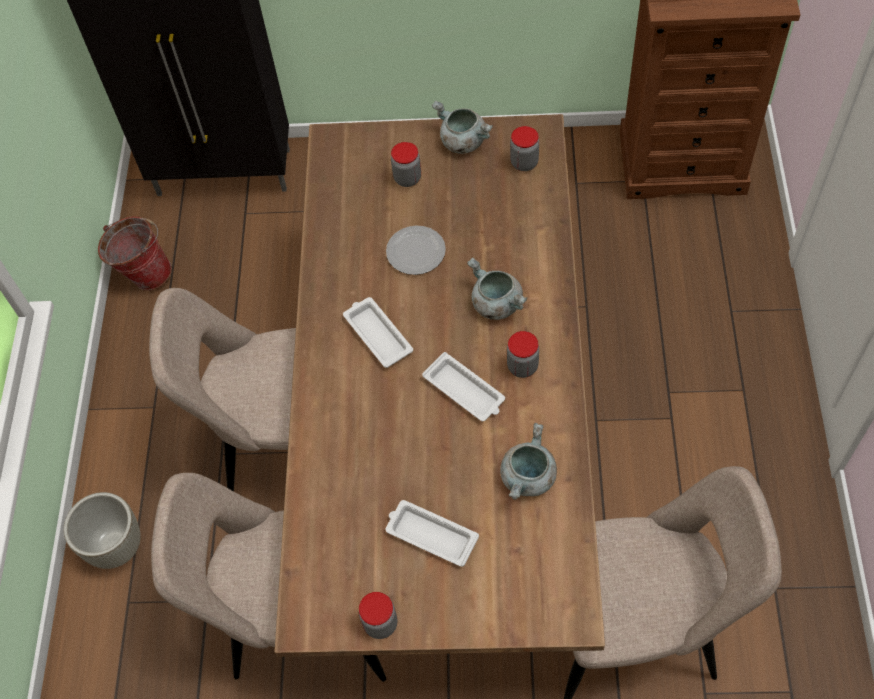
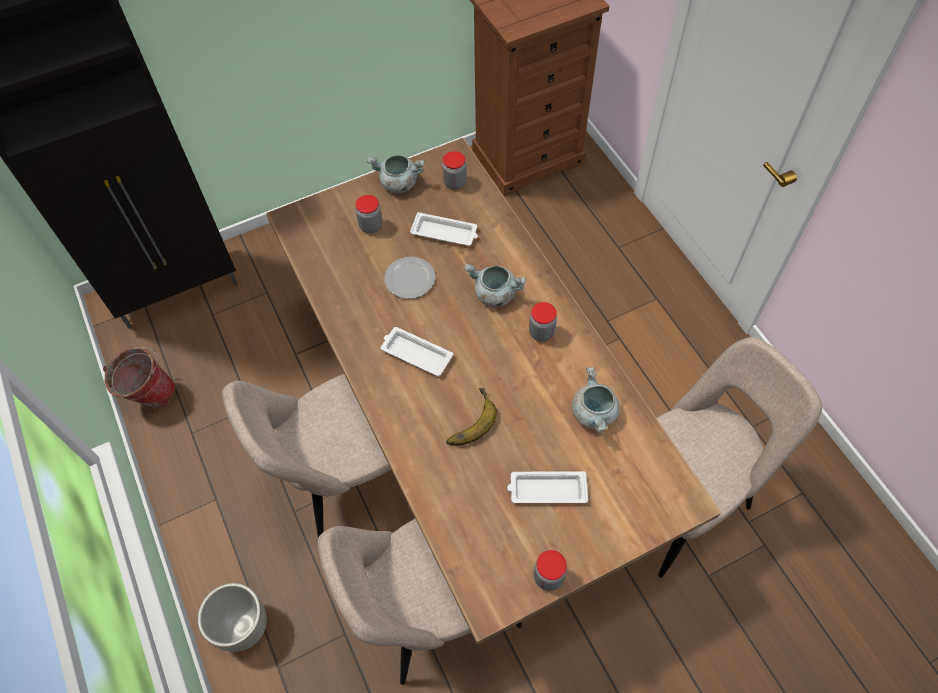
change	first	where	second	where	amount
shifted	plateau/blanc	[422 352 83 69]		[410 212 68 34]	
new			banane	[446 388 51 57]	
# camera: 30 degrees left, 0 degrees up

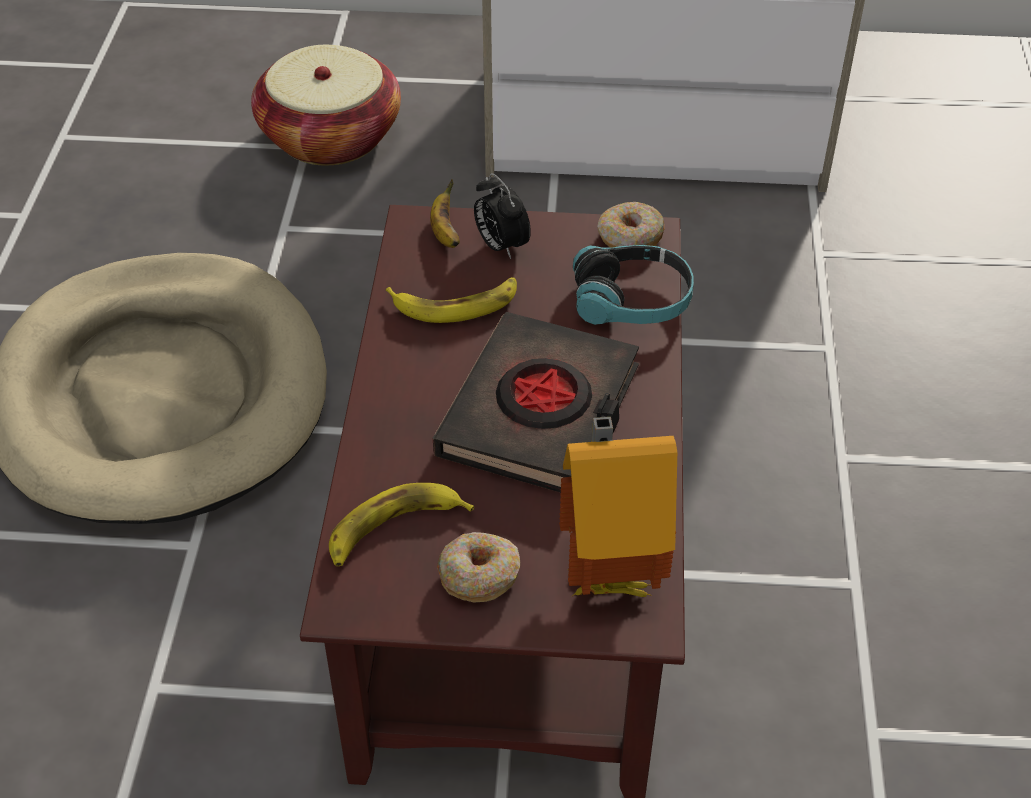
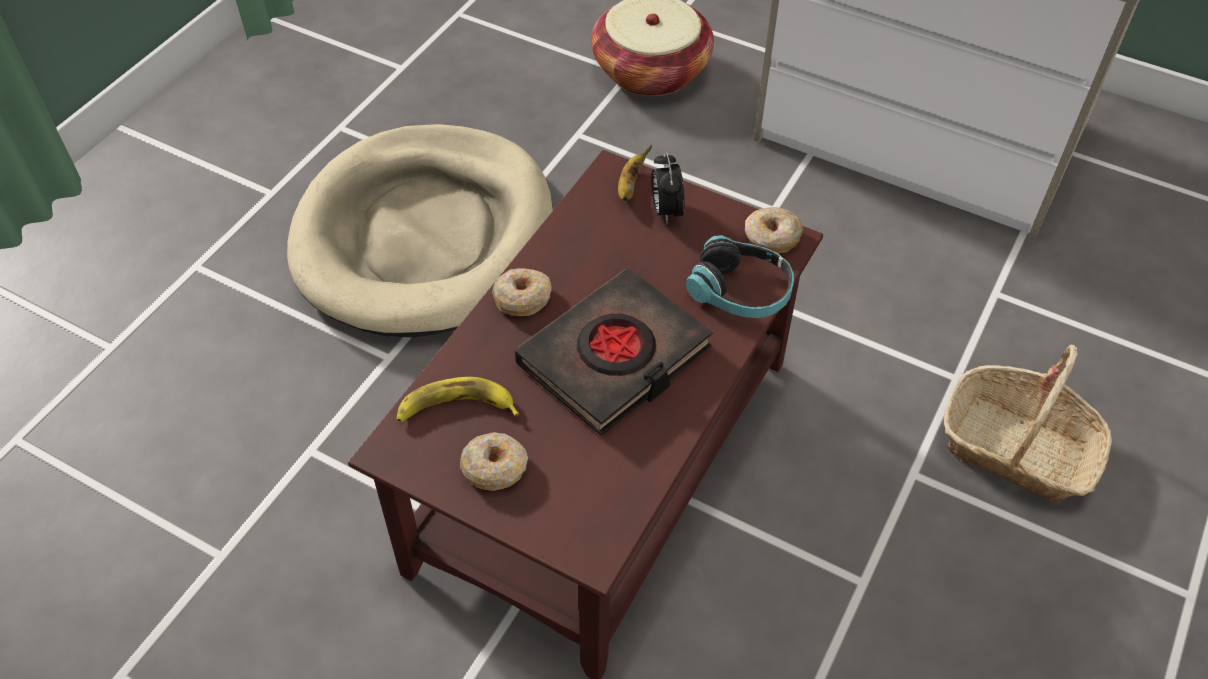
change	first	where	second	where	amount
gone	banane	[386 277 131 46]			
gone	maison miniature	[559 417 118 180]			
new			beignet	[492 268 60 48]	
new			panier	[944 345 168 157]	
# camera: 25 degrees right, 5 degrees up

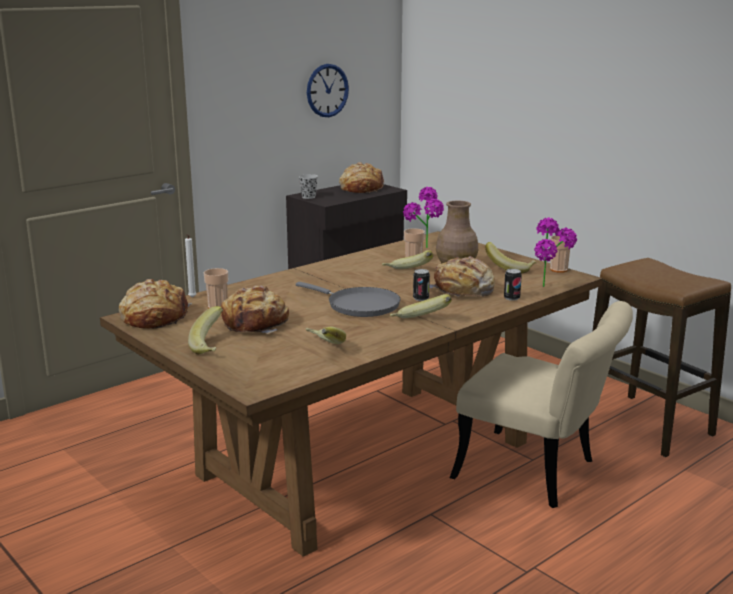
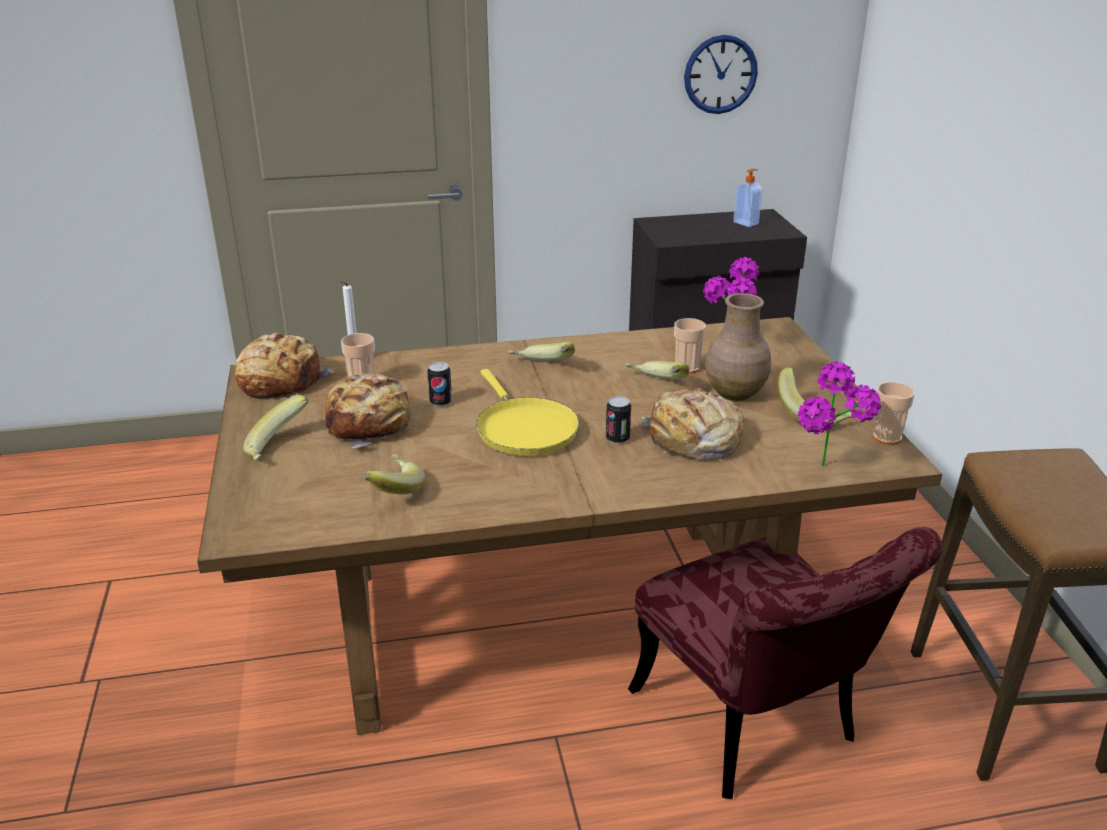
change	first	where	second	where	amount
repainted	poêle/gris	[296 282 104 35]	poêle/jaune	[476 369 103 86]	
gone	tasse/noir	[299 174 19 25]			
swapped	pain	[339 162 46 31]	distributeur de savon	[733 169 29 58]	
shifted	banane	[390 294 62 24]		[508 341 67 20]	
repainted	chaise/beige	[450 301 183 207]	chaise/rouge	[628 527 314 272]	
shifted	boîte métallique	[504 269 18 32]		[427 362 25 45]	
# camera: 30 degrees right, 10 degrees up

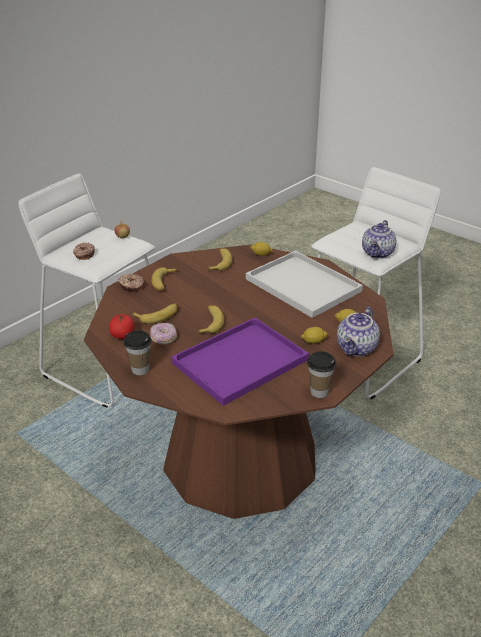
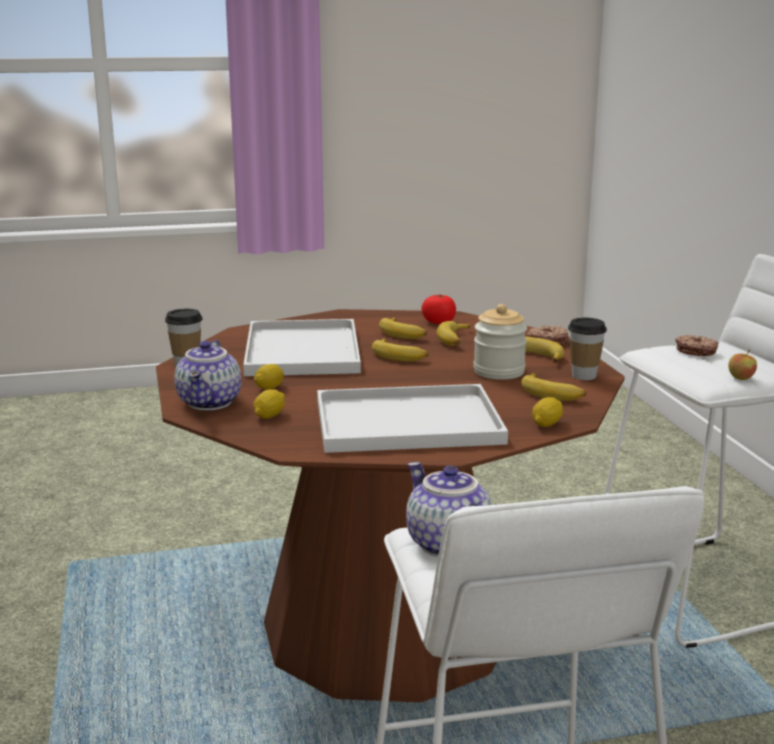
change	first	where	second	where	amount
shifted	tasse	[124 330 28 45]		[568 318 39 62]	
swapped	beignet	[150 323 27 21]	banane	[379 317 48 22]	
repainted	plateau/violet	[171 318 138 88]	plateau/blanc	[243 319 118 57]	
rotated	théière	[337 307 43 49]		[174 340 67 70]	150 degrees counterclockwise
new			bocal	[473 304 54 76]	
# camera: 125 degrees right, 15 degrees down

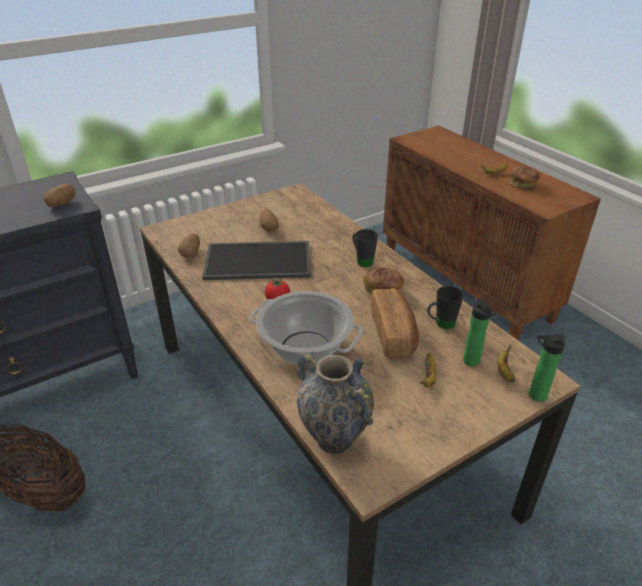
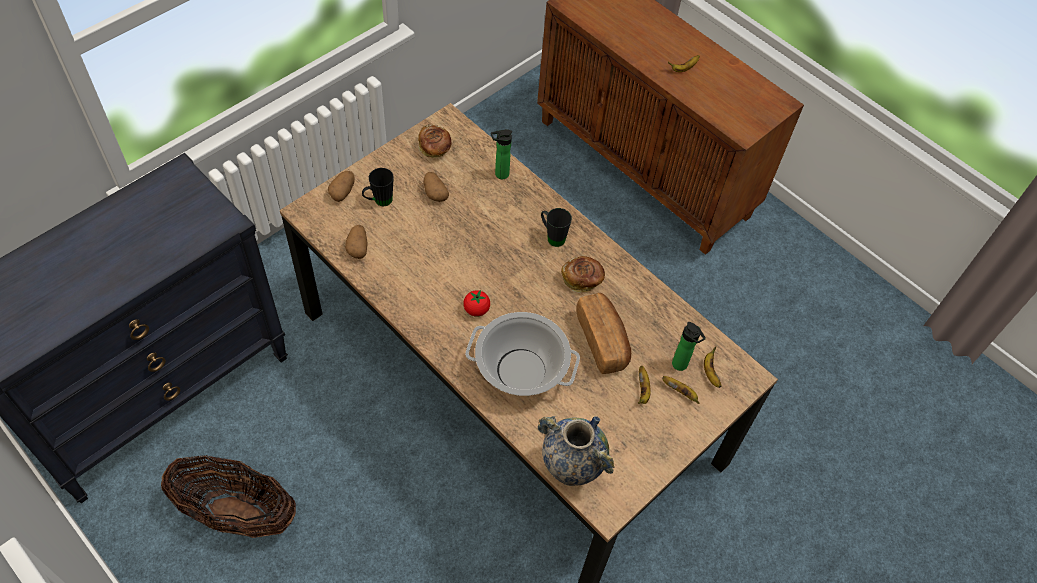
change	first	where	second	where	amount
shifted	pomme de terre	[44 184 32 23]		[328 171 27 31]	
gone	plateau	[202 241 109 39]			
shifted	mug/noir	[428 286 36 43]		[362 168 32 38]	
shifted	pain	[510 166 29 22]		[418 125 34 33]	
shifted	bouteille	[529 334 37 68]		[491 129 21 50]	
new			banane	[662 376 37 28]	
# camera: 15 degrees left, 20 degrees up

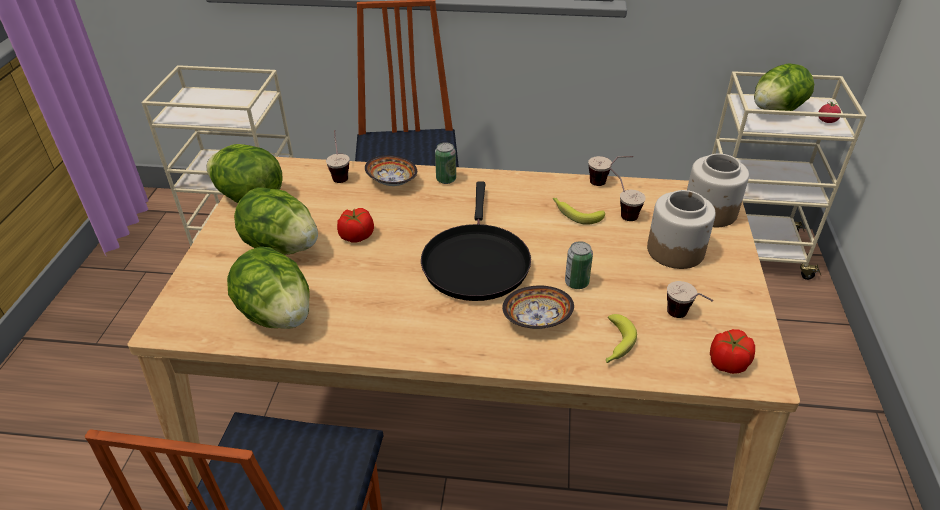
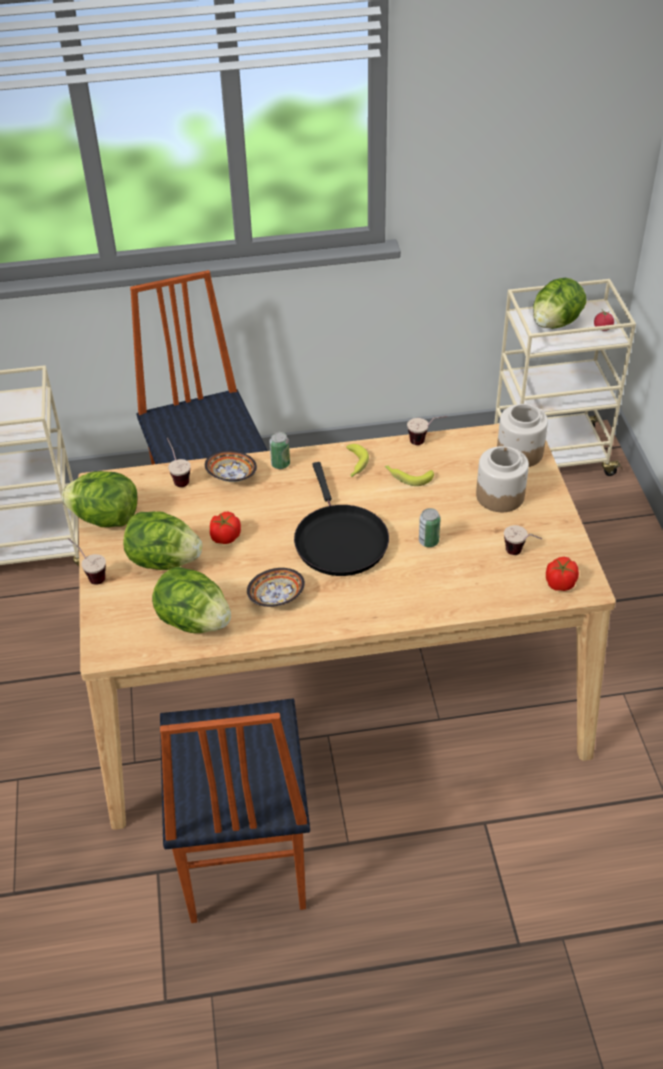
change	first	where	second	where	amount
shifted	bol	[502 286 72 43]		[247 568 58 39]	
shifted	banane	[606 314 31 49]		[346 444 23 33]	
shifted	tasse	[610 168 36 53]		[68 538 38 47]	
# camera: 15 degrees left, 5 degrees up

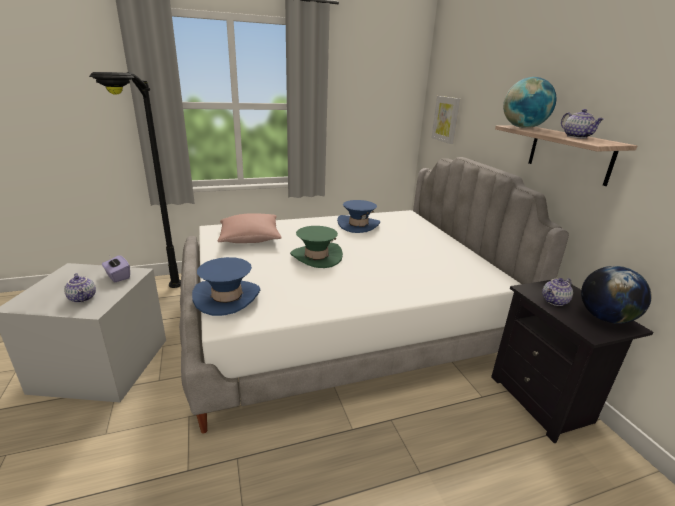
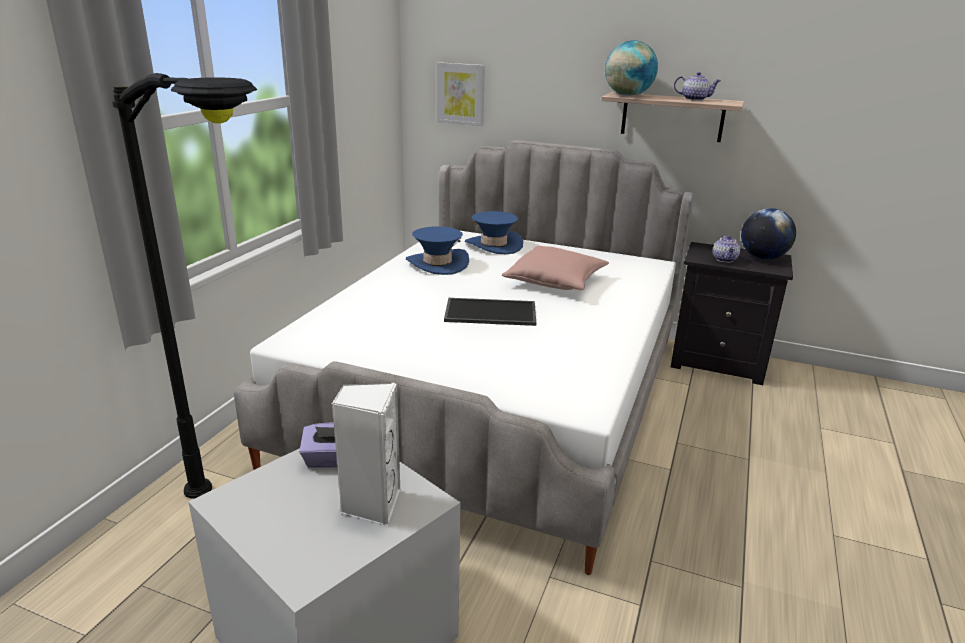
change	first	where	second	where	amount
swapped	théière	[64 273 32 30]	enceinte/blanc	[332 383 68 142]	
shifted	chapeau/bleu	[192 257 68 59]		[465 211 58 43]	
shifted	coussin/rose	[218 213 64 30]		[502 246 107 44]	
swapped	chapeau/vert	[290 226 53 42]	plateau	[444 298 92 28]	
# camera: 50 degrees left, 0 degrees up

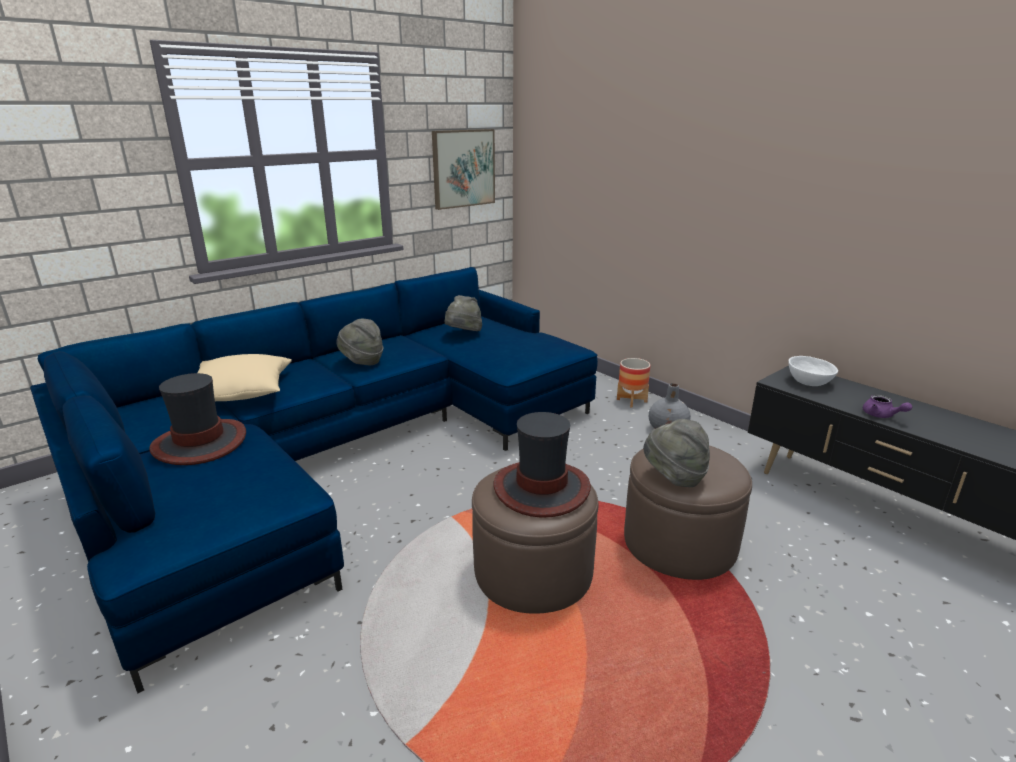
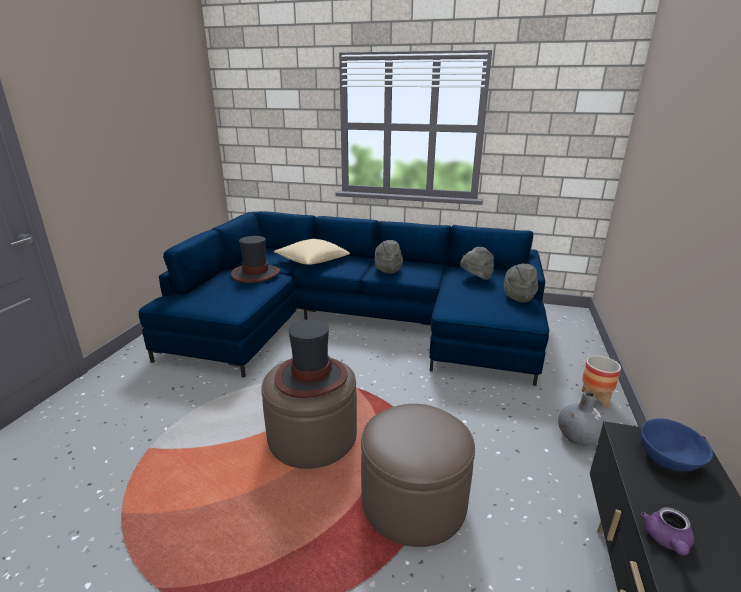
change	first	where	second	where	amount
gone	tableau	[432 129 63 81]			
shifted	chapeau/gris	[643 419 67 68]		[504 264 34 38]	
repainted	bol/blanc	[788 356 50 30]	bol/bleu	[640 418 73 53]	
# camera: 55 degrees right, 0 degrees up

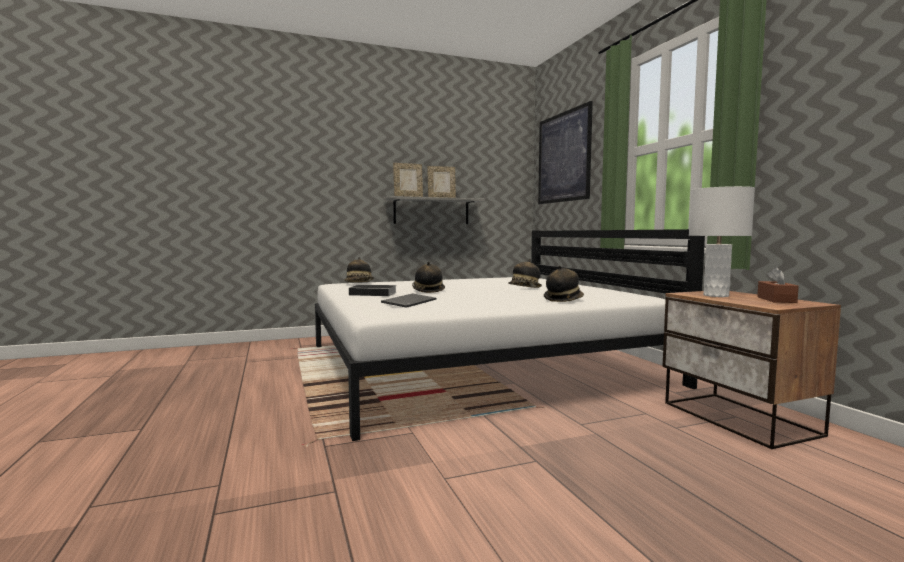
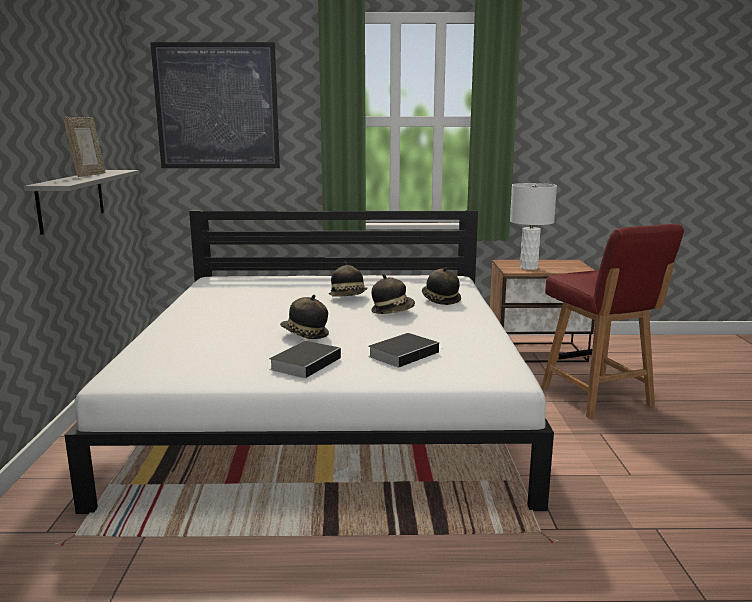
change	first	where	second	where	amount
shifted	chapeau	[344 257 30 25]		[371 274 44 40]	
swapped	clavier	[381 294 55 14]	livre	[368 333 71 35]	
gone	cadre photo	[393 163 30 34]			
gone	boîte à mouchoirs/marron	[757 267 42 36]			
new			chaise/rouge	[541 224 143 195]	
# camera: 70 degrees left, 10 degrees up

